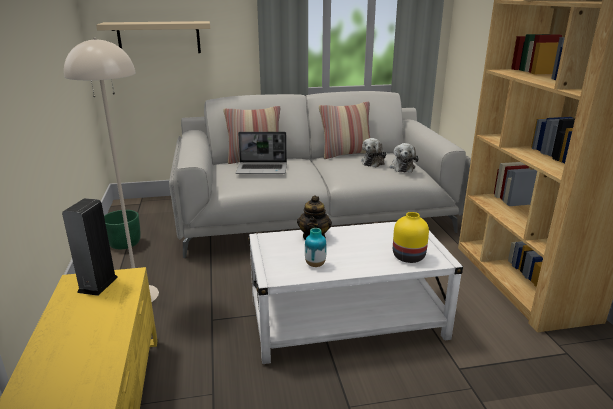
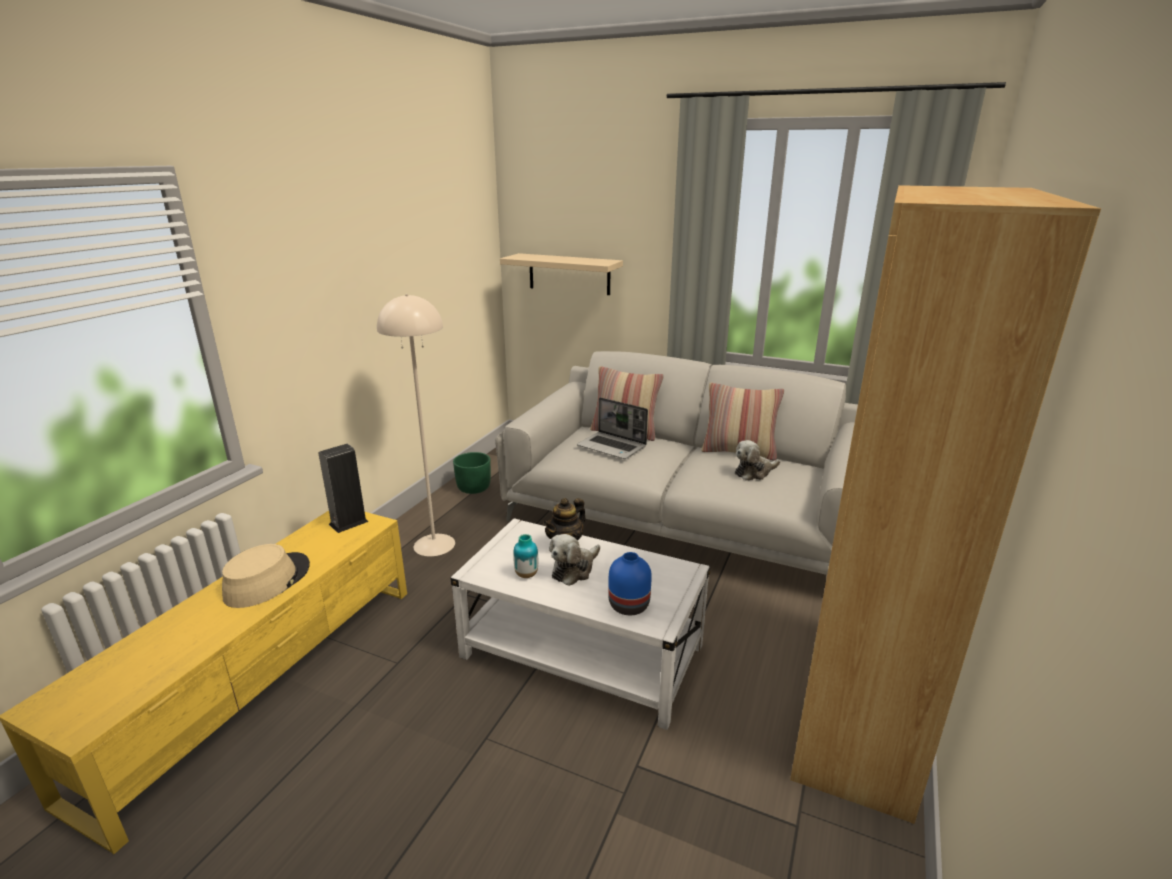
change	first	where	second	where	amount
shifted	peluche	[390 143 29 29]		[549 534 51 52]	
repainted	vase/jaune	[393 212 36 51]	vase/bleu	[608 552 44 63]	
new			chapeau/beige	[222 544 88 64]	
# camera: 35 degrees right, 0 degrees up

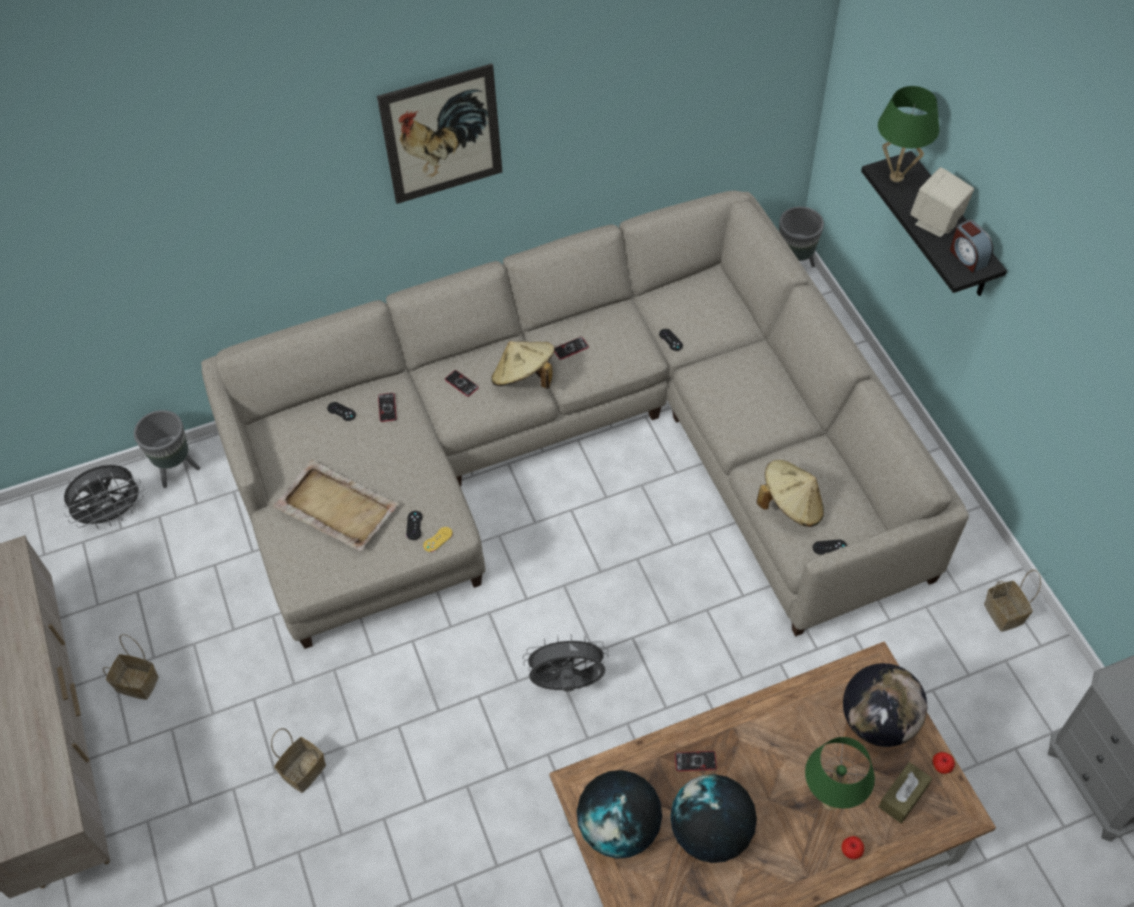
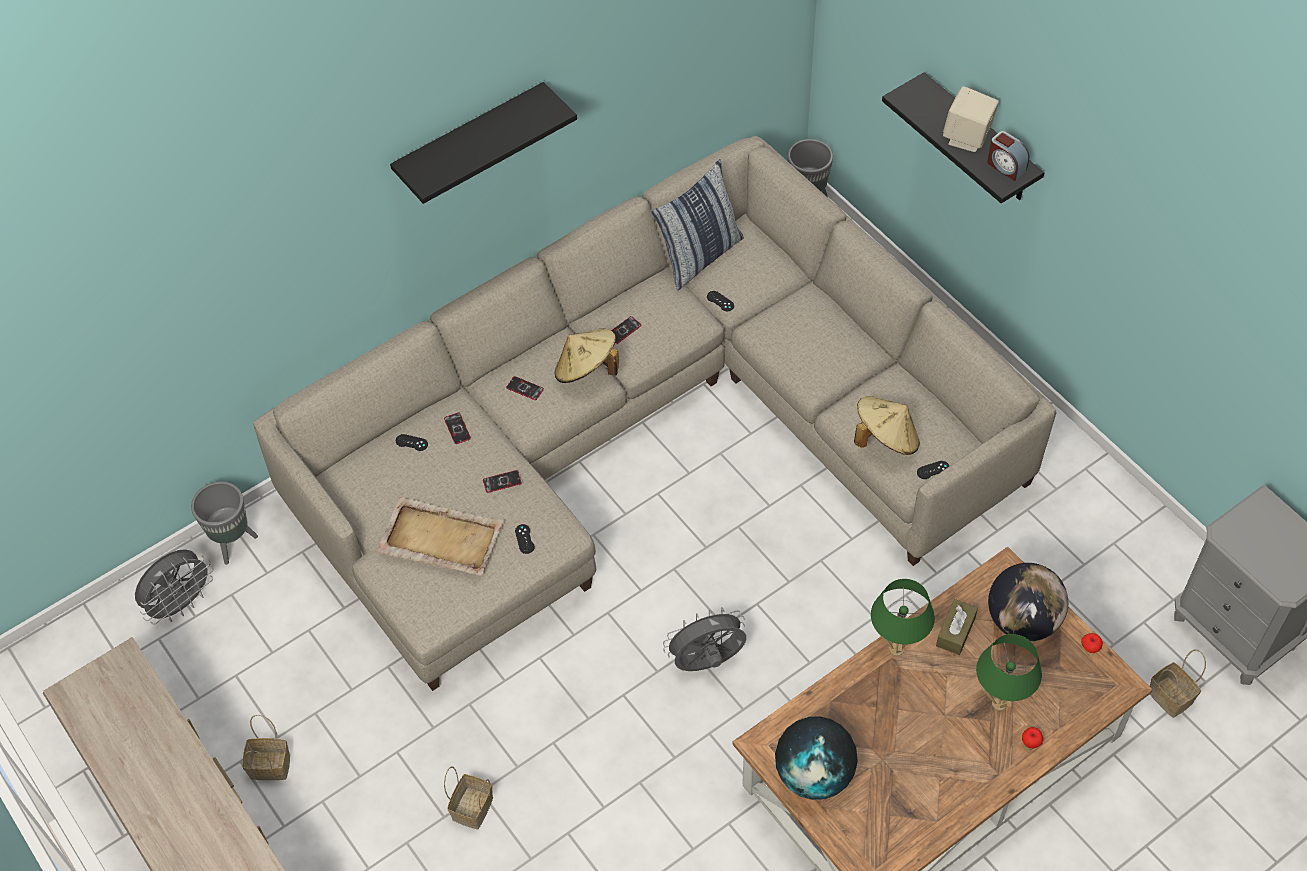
change	first	where	second	where	amount
swapped	tableau	[377 64 125 140]	étagère/noir	[390 82 187 122]	
gone	manette/jaune	[423 527 30 25]			
gone	globe	[670 774 87 89]			
shifted	téléphone	[675 751 42 20]		[483 470 39 23]	
shifted	lampe de table/vert	[878 86 61 96]		[871 579 64 77]	
shifted	boîte à mouchoirs/marron	[878 762 54 61]		[936 599 42 56]	
shifted	panier	[984 569 57 63]		[1150 649 56 69]	
new			coussin	[651 159 93 131]	
# camera: 15 degrees left, 0 degrees up

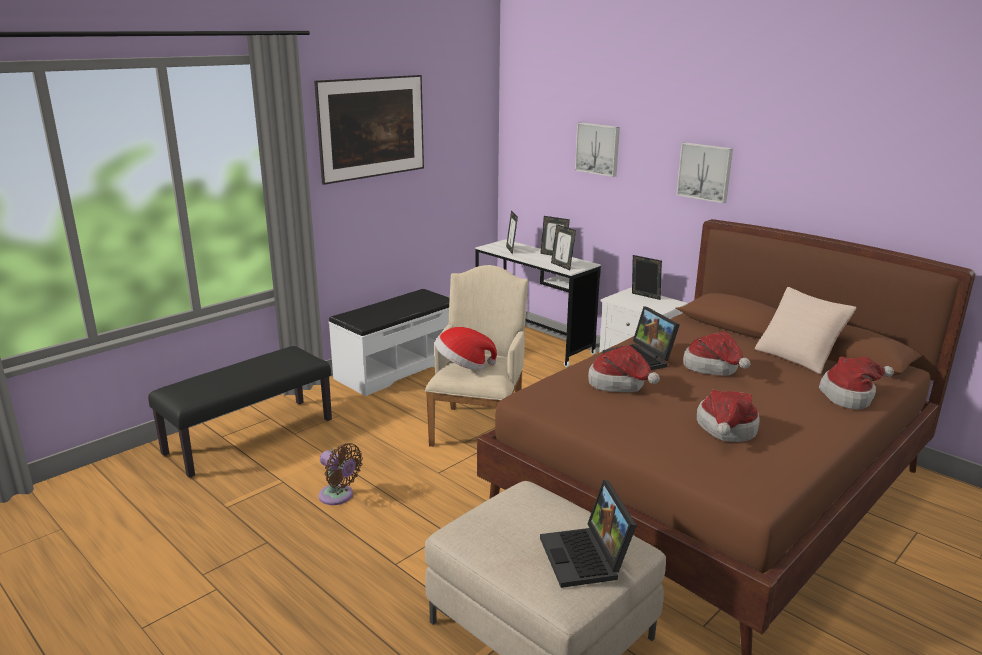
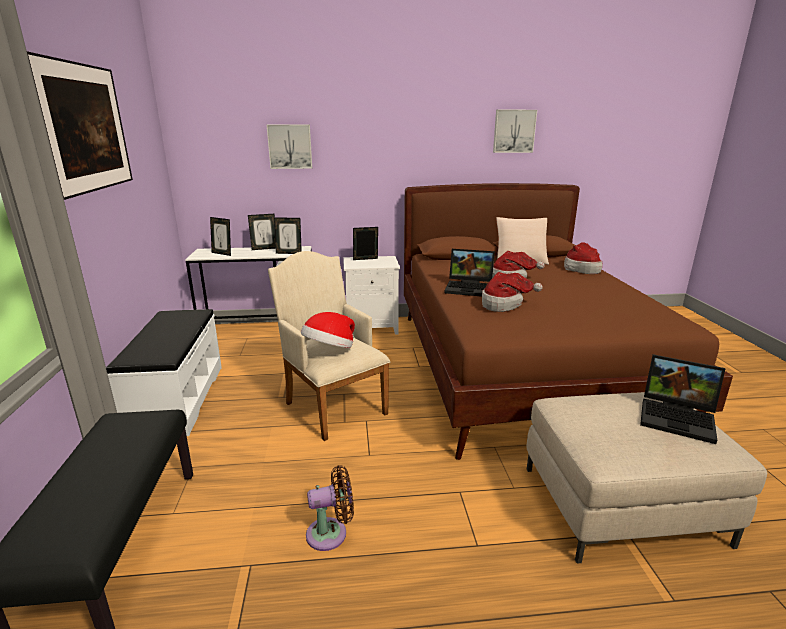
change	first	where	second	where	amount
shifted	tableau	[676 143 57 60]		[493 110 44 43]	
gone	chapeau	[697 390 62 52]			
# camera: 50 degrees left, 0 degrees up

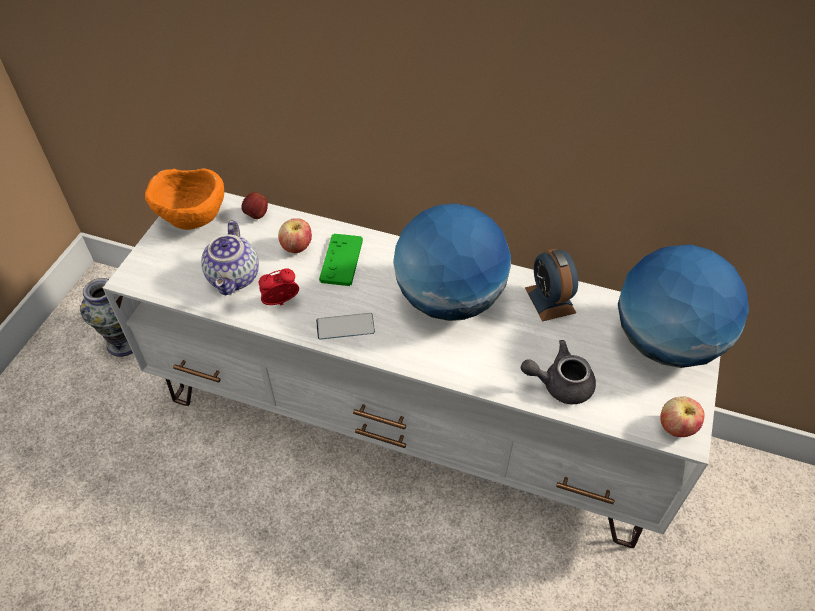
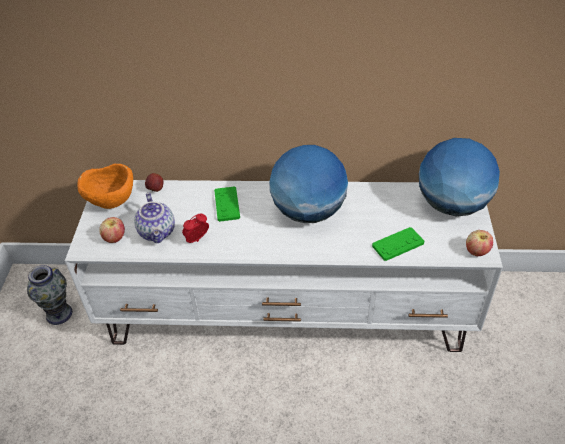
change	first	where	second	where	amount
shifted	pomme	[278 218 34 35]		[99 217 26 26]	
gone	téléphone	[316 313 59 27]			
swapped	théière/gris	[521 340 75 64]	manette/vert	[372 227 52 34]	
gone	réveil	[525 249 53 73]			
# camera: 15 degrees left, 5 degrees down

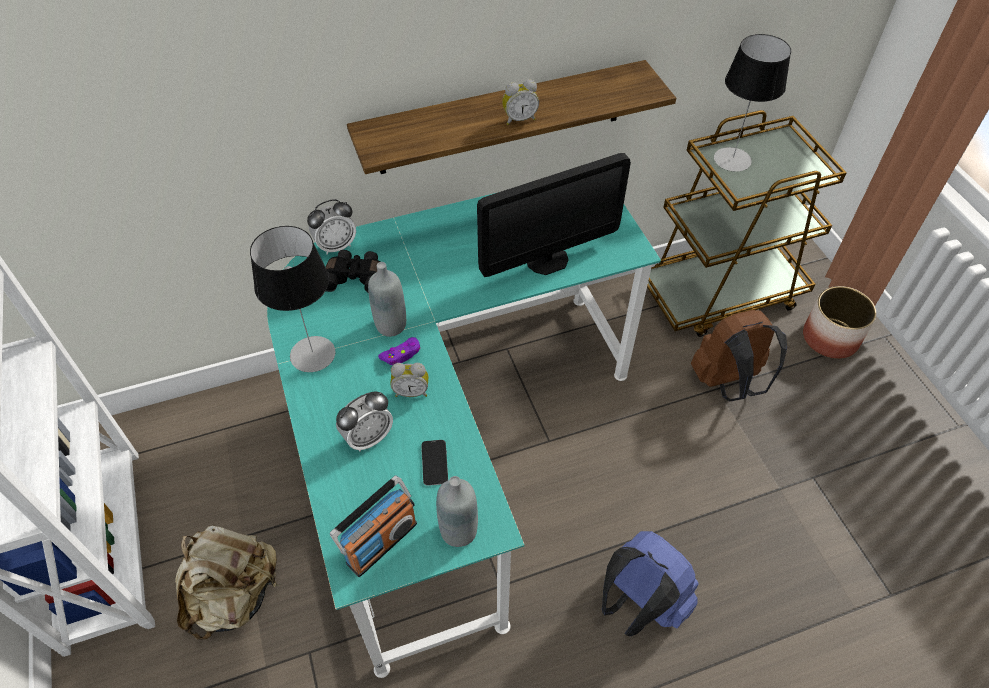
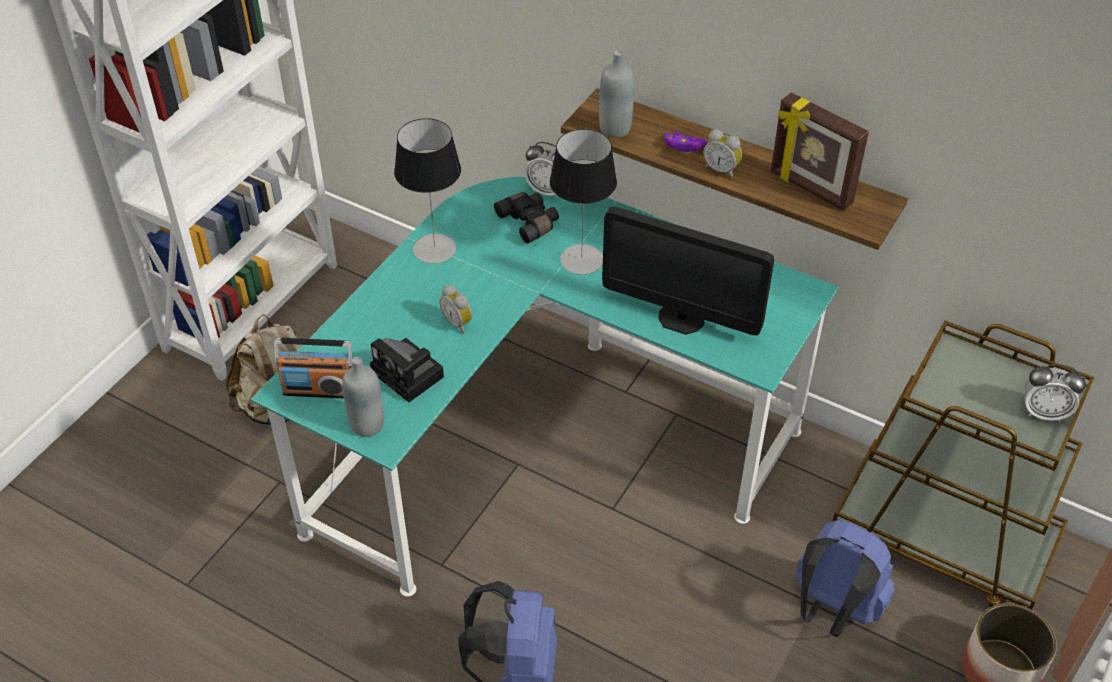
change	first	where	second	where	amount
shifted	réveil	[336 392 57 60]		[1025 364 61 58]	
shifted	bouteille/gris	[368 262 38 75]		[599 50 35 88]	
shifted	manette/violet	[378 337 42 28]		[664 132 43 20]	
swapped	téléphone	[421 440 27 46]	appareil photo	[370 338 74 64]	
repainted	sac à dos/marron	[691 310 96 91]	sac à dos/bleu	[795 520 100 117]	
shifted	lampe de table	[714 34 77 138]		[550 129 67 145]	
new			cadre photo	[771 92 98 119]	
# camera: 50 degrees right, 5 degrees down

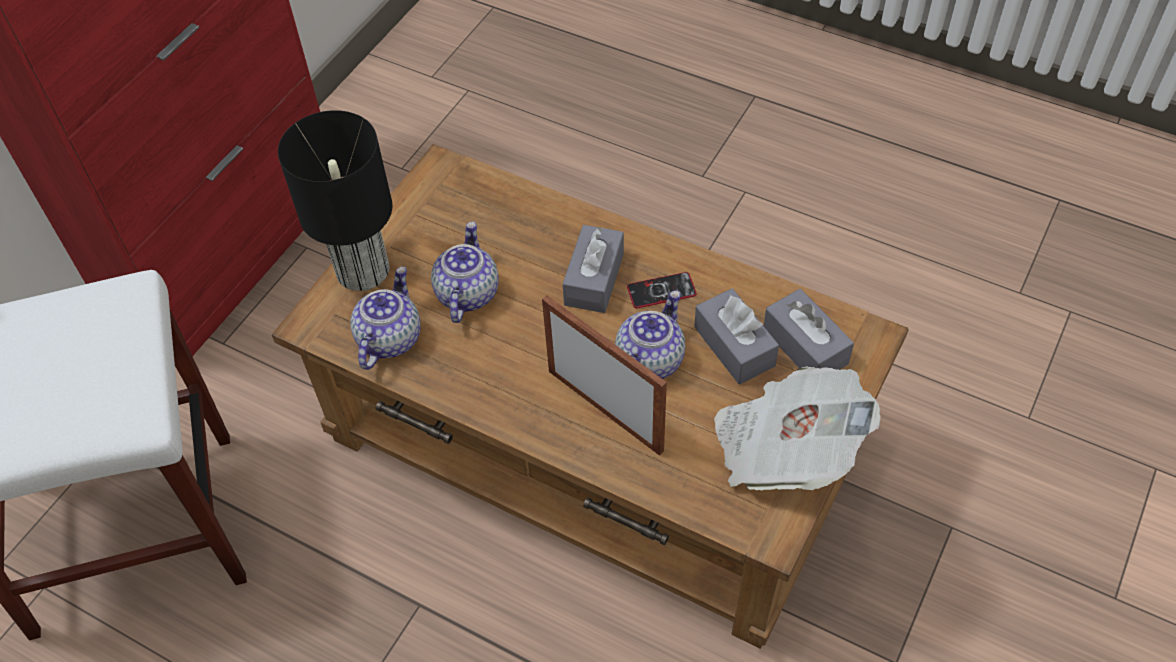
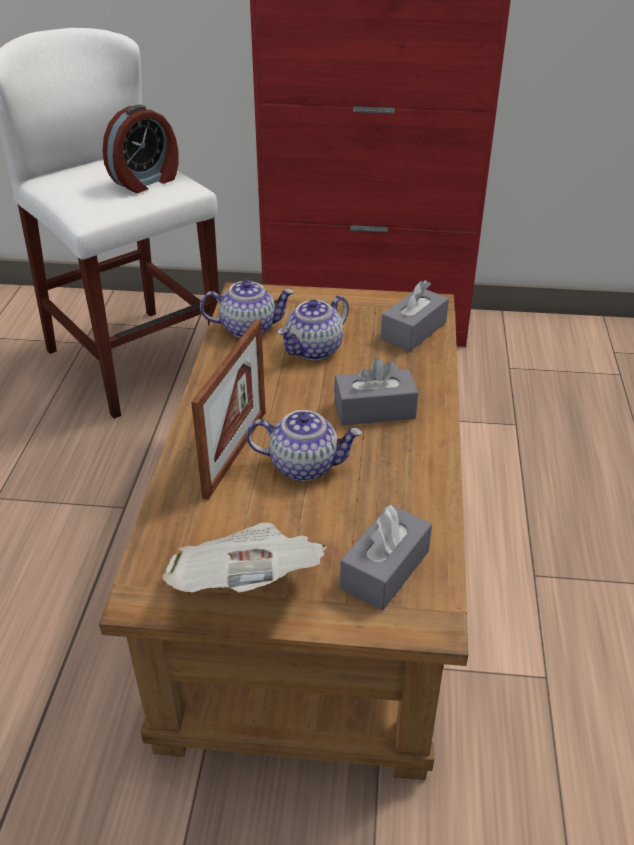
change	first	where	second	where	amount
gone	lampe de table/noir	[278 110 114 181]			
rotated	théière	[431 221 68 102]		[277 295 72 65]	150 degrees clockwise
gone	téléphone	[627 272 70 36]			
shifted	boîte à mouchoirs/gris	[694 289 85 95]		[381 280 68 72]	
new			réveil	[102 105 77 88]	
# camera: 65 degrees right, 15 degrees down

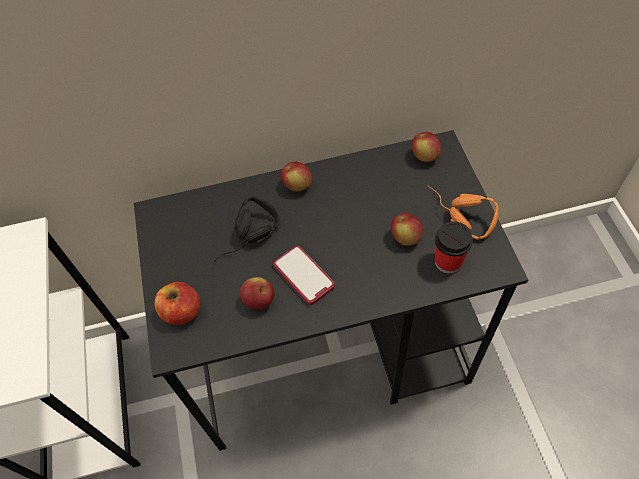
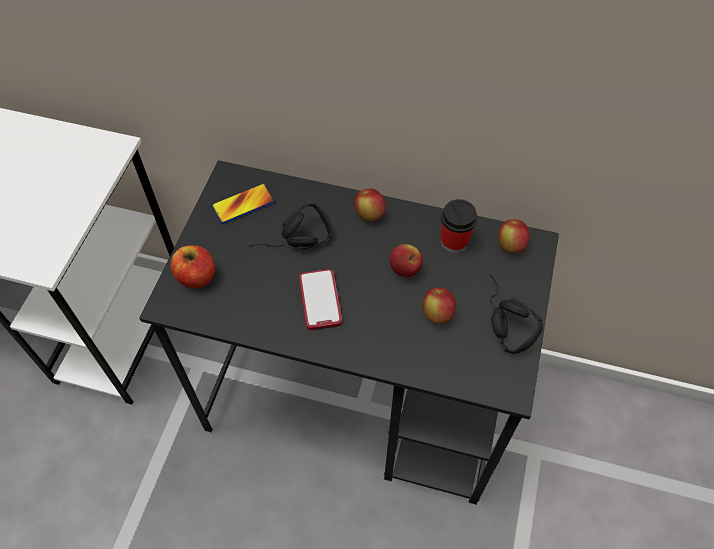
change	first	where	second	where	amount
shifted	pomme	[240 277 35 33]		[390 244 33 33]	
repainted	casque audio/orange	[427 185 72 55]	casque audio/noir	[490 274 53 80]	
shifted	tasse	[435 222 38 52]		[441 199 37 54]	
new			téléphone	[212 183 63 41]	
# camera: 25 degrees right, 0 degrees up

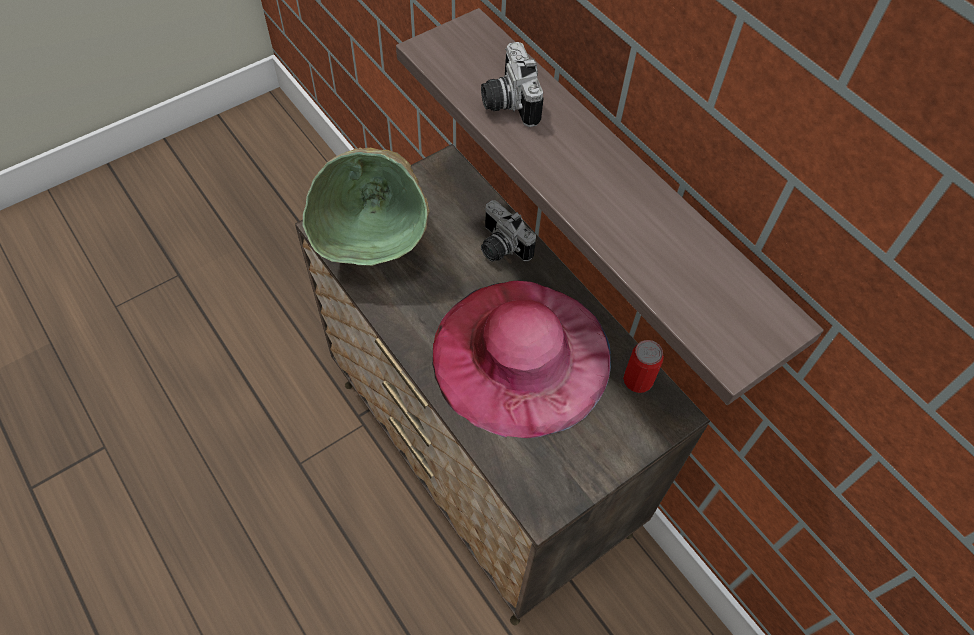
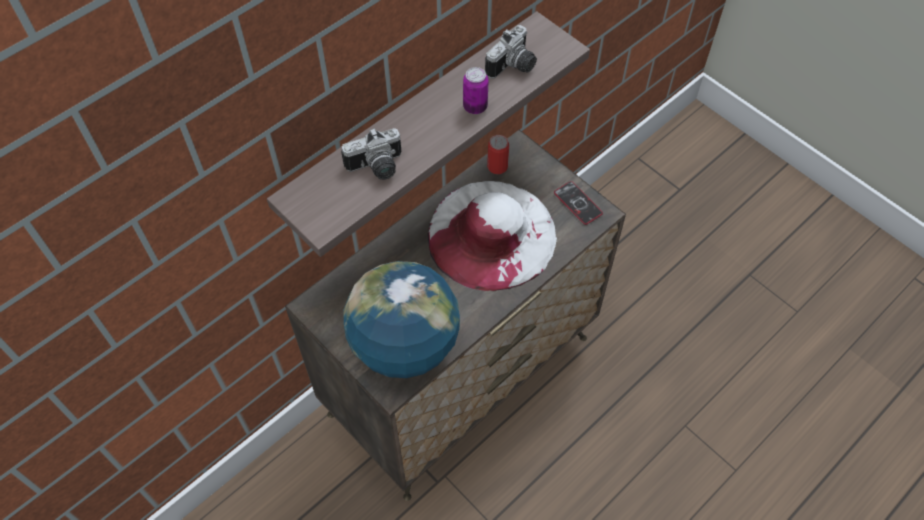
change	first	where	second	where	amount
swapped	bol/vert	[302 147 128 119]	globe	[343 261 117 117]	
repainted	chapeau/rose	[433 281 178 157]	chapeau/blanc	[428 181 129 110]	
shifted	appareil photo	[481 200 55 62]		[485 25 52 54]	
new			boîte métallique	[463 67 26 47]	
new			téléphone	[554 181 49 44]	
# camera: 95 degrees left, 0 degrees up

